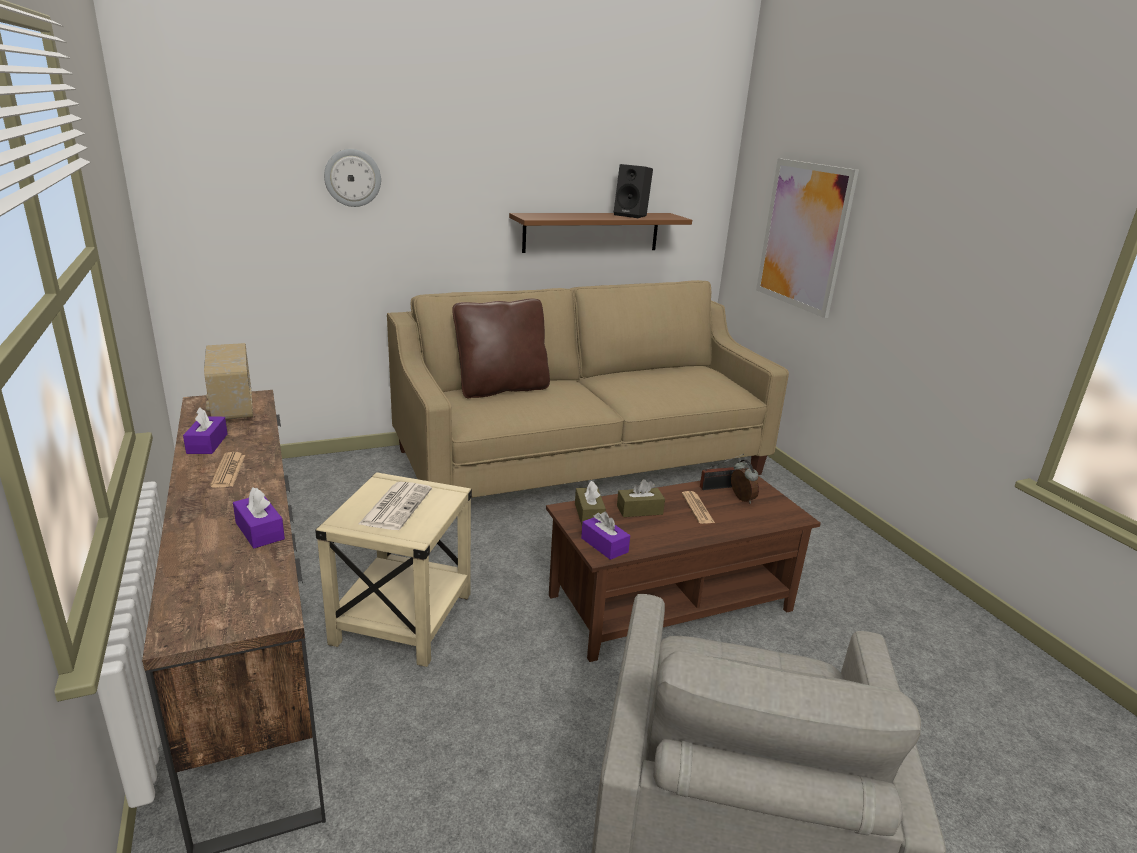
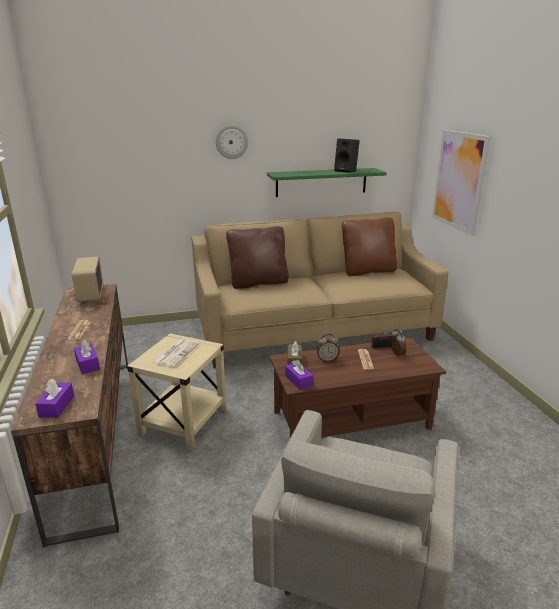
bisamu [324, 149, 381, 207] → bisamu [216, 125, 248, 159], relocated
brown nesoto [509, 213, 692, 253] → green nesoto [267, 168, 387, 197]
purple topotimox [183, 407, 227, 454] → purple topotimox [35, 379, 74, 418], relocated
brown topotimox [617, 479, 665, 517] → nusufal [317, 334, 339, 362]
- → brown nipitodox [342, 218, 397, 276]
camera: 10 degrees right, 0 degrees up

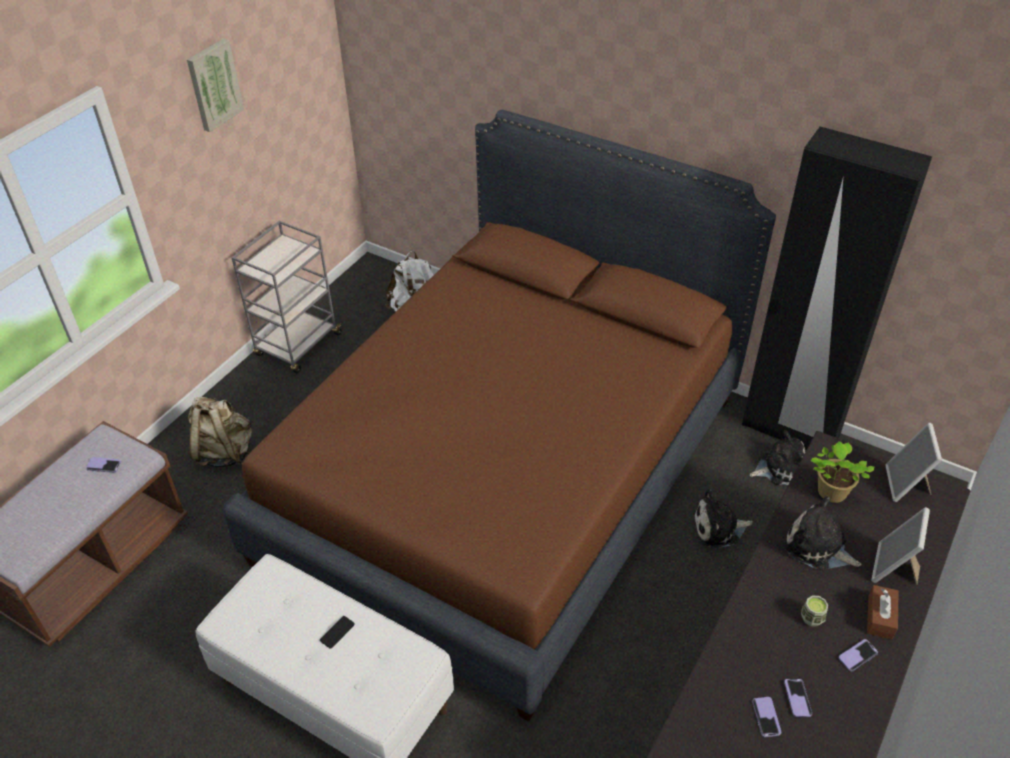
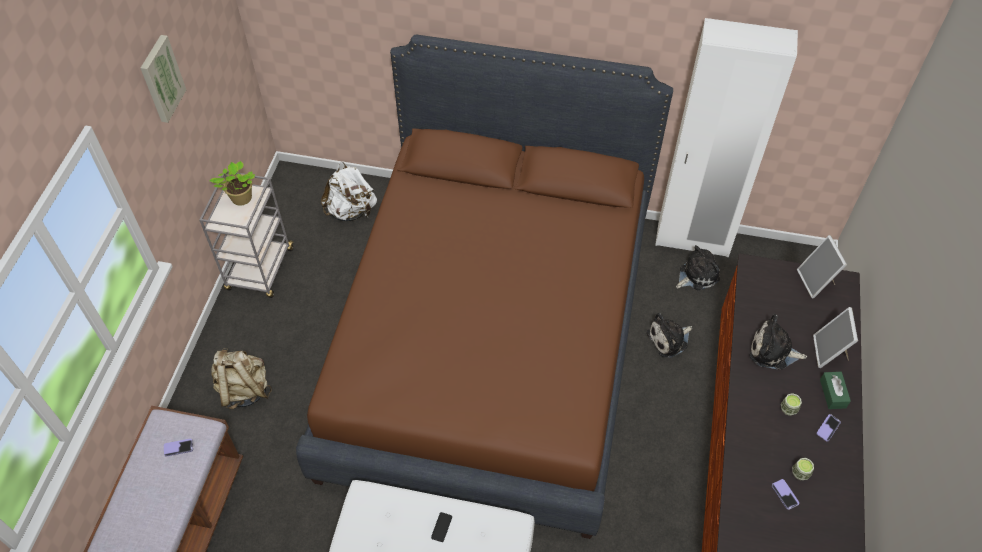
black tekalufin [742, 126, 932, 450] → white tekalufin [655, 18, 798, 257]
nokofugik [810, 441, 874, 503] → nokofugik [210, 161, 255, 205], relocated
brown topotimox [867, 585, 898, 639] → green topotimox [820, 372, 851, 409]
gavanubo [784, 679, 812, 717] → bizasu [792, 458, 814, 481]
camera: 20 degrees left, 10 degrees up

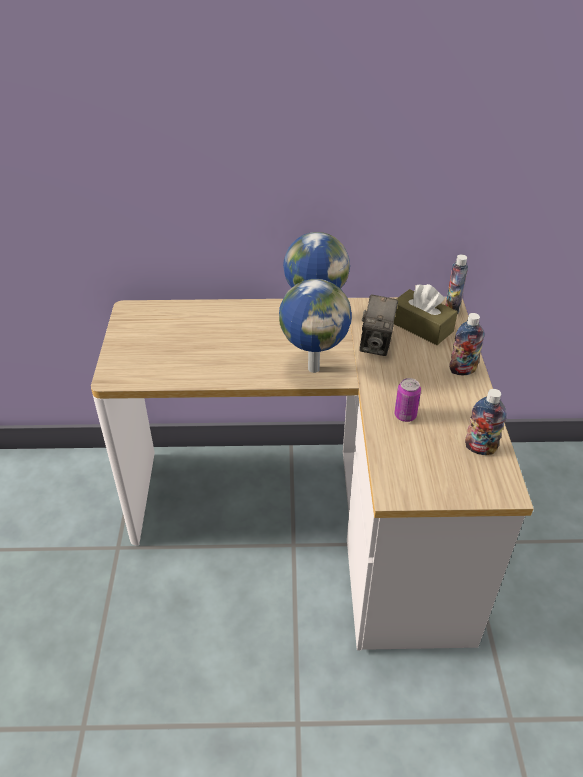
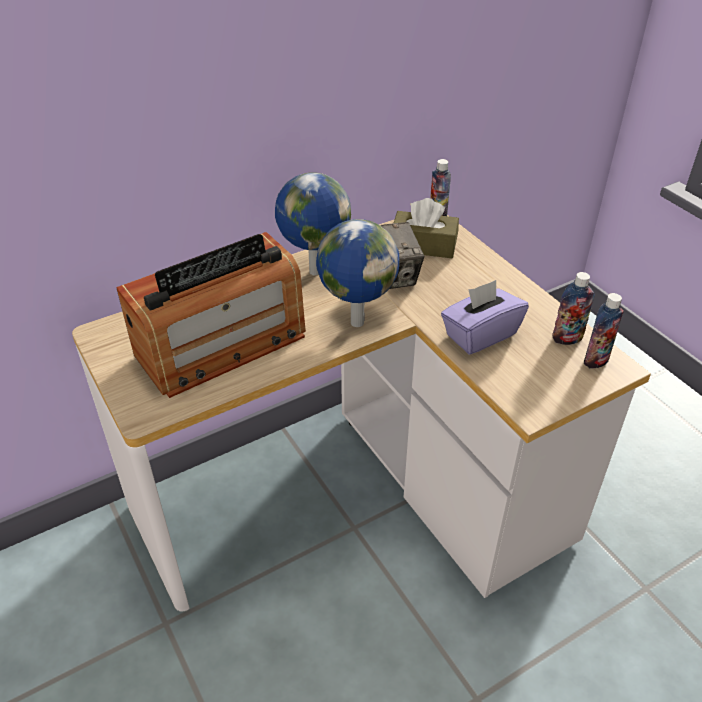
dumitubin [449, 313, 485, 375] → dumitubin [584, 293, 624, 369], relocated
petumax [394, 378, 421, 422] → purple topotimox [441, 280, 529, 354]
- → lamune [116, 232, 306, 398]
camera: 30 degrees left, 0 degrees up

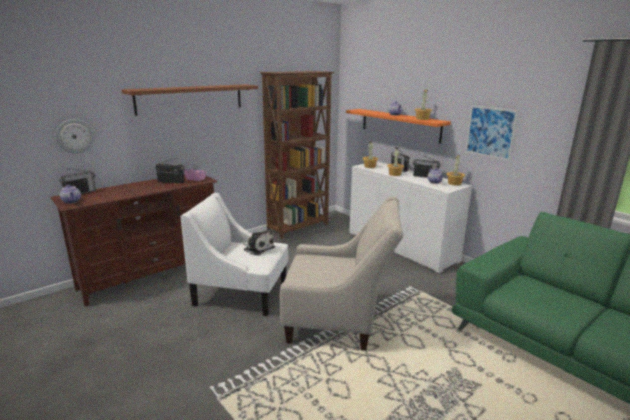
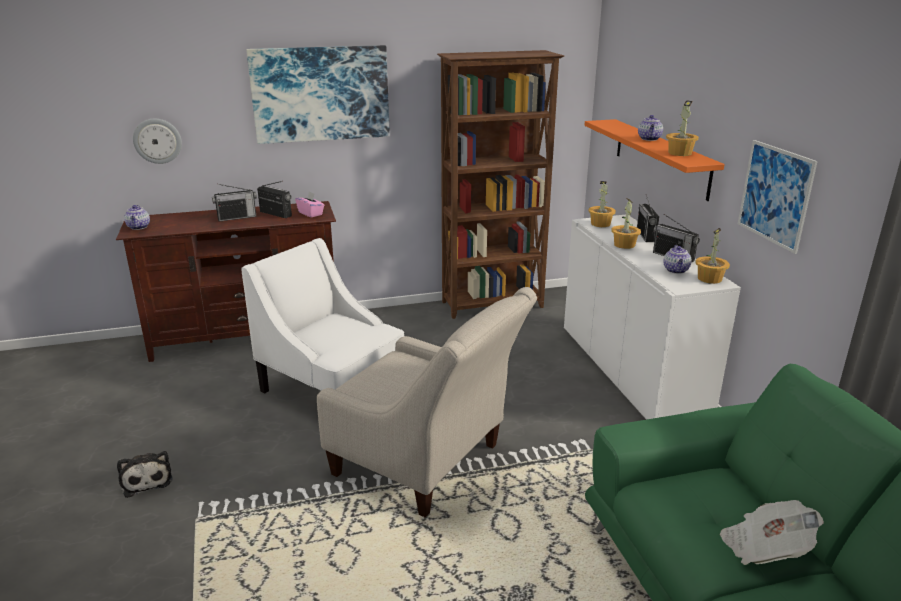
brown nesoto [121, 84, 258, 116] → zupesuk [246, 45, 390, 144]
lamune [59, 168, 96, 194] → lamune [212, 184, 257, 222], relocated
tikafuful [243, 228, 275, 255] → tikafuful [117, 451, 173, 498], relocated
- → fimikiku [720, 500, 824, 565]
camera: 25 degrees right, 5 degrees up

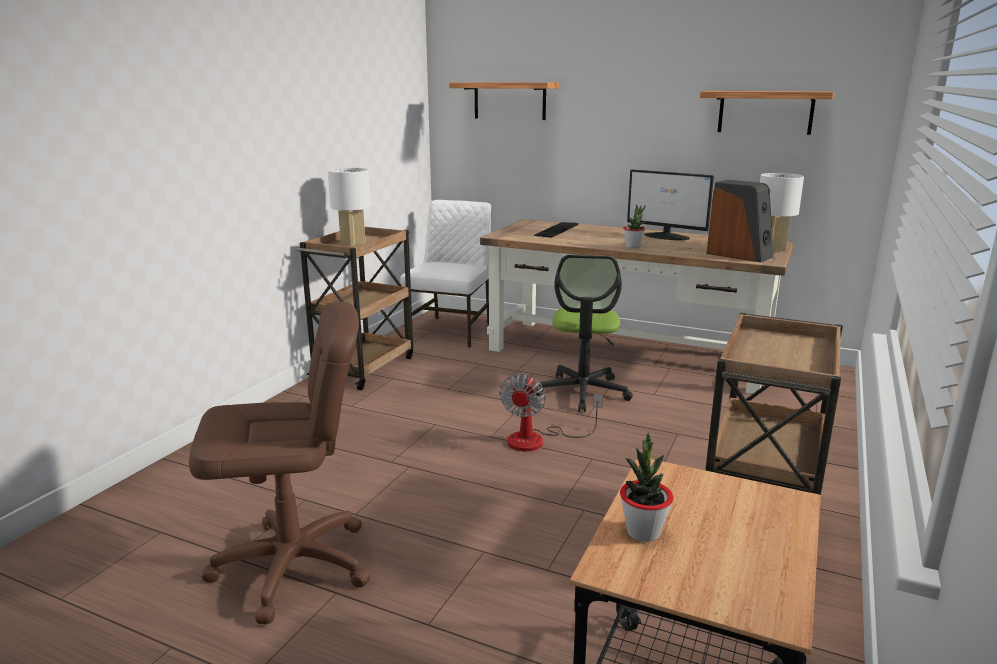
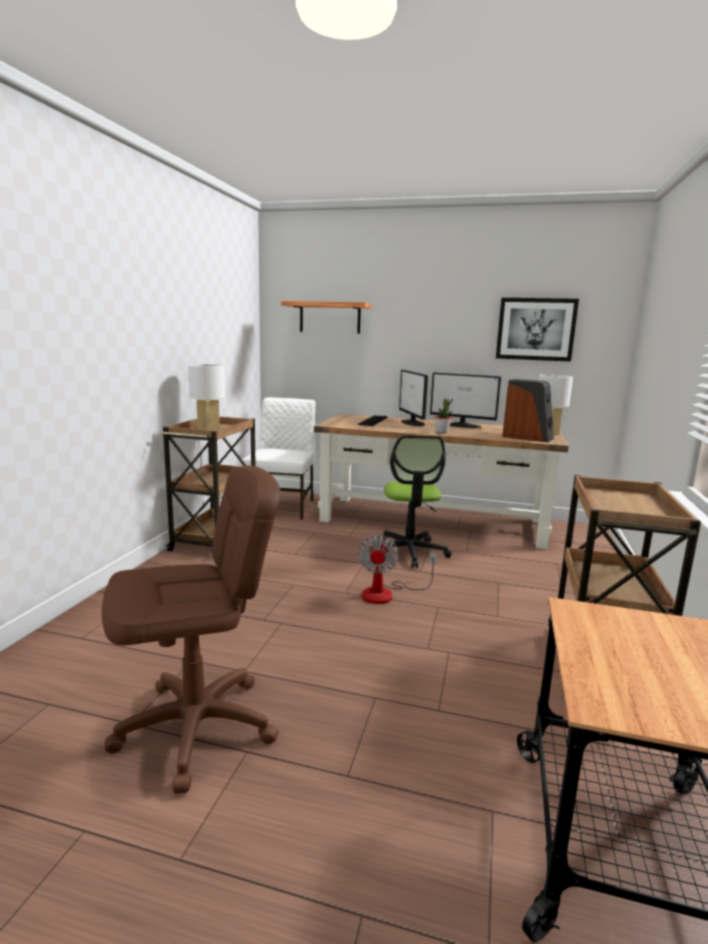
nesoto [700, 91, 834, 135] → zupesuk [496, 298, 579, 362]
nokofugik [620, 432, 674, 542] → -
- → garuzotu [399, 370, 428, 426]
camera: 10 degrees left, 5 degrees down

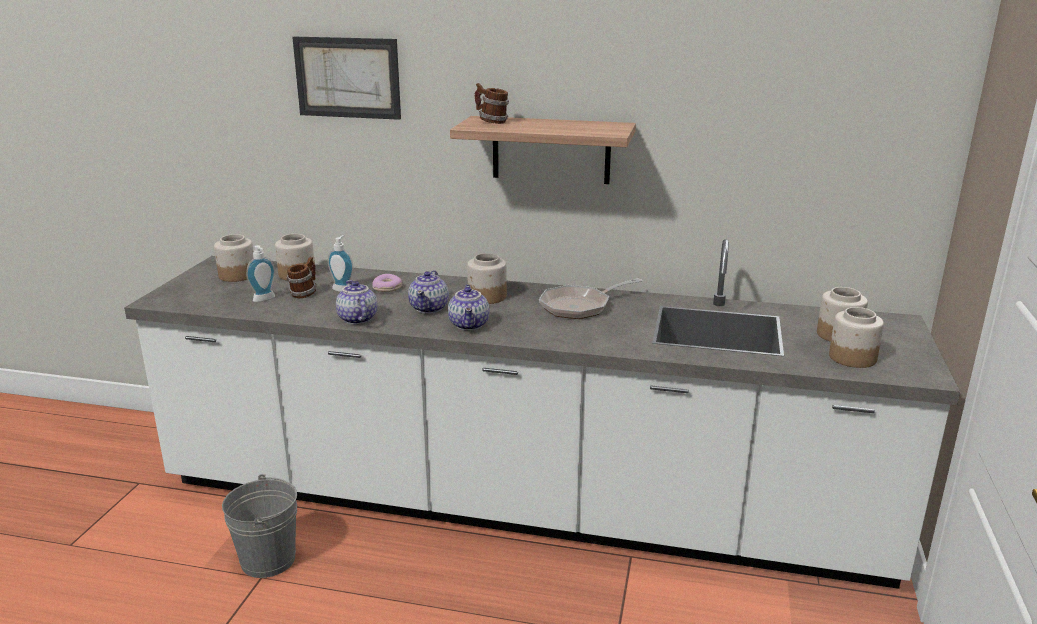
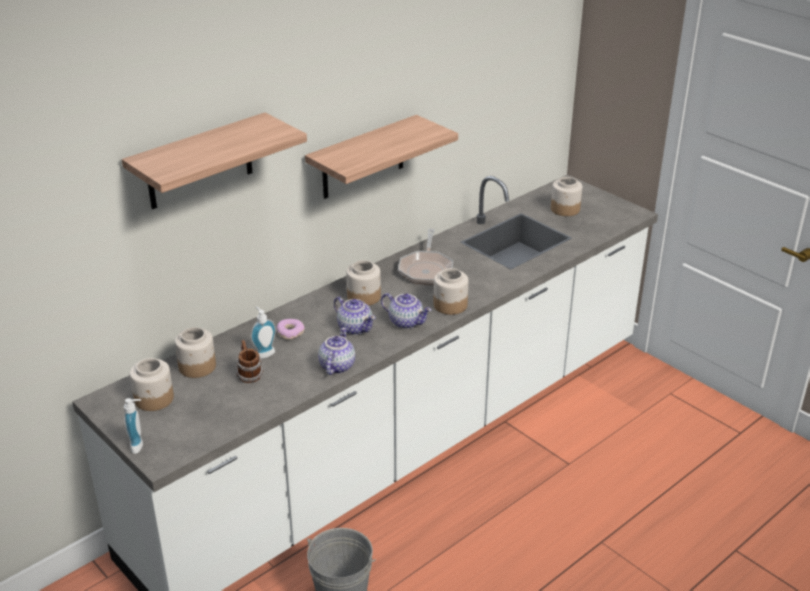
zupesuk [292, 37, 401, 120] → nesoto [122, 113, 307, 209]
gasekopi [475, 83, 509, 124] → -
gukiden [246, 245, 275, 302] → gukiden [124, 398, 143, 454], relocated
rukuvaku [336, 280, 377, 324] → rukuvaku [318, 327, 355, 375], 90 degrees clockwise
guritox [829, 307, 884, 368] → guritox [434, 268, 469, 315], relocated
camera: 55 degrees left, 10 degrees up

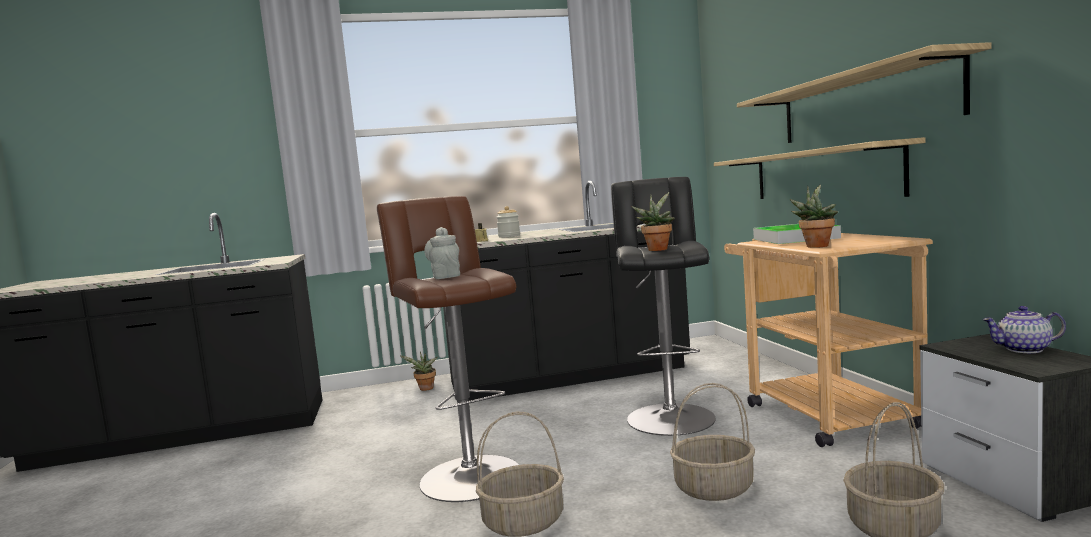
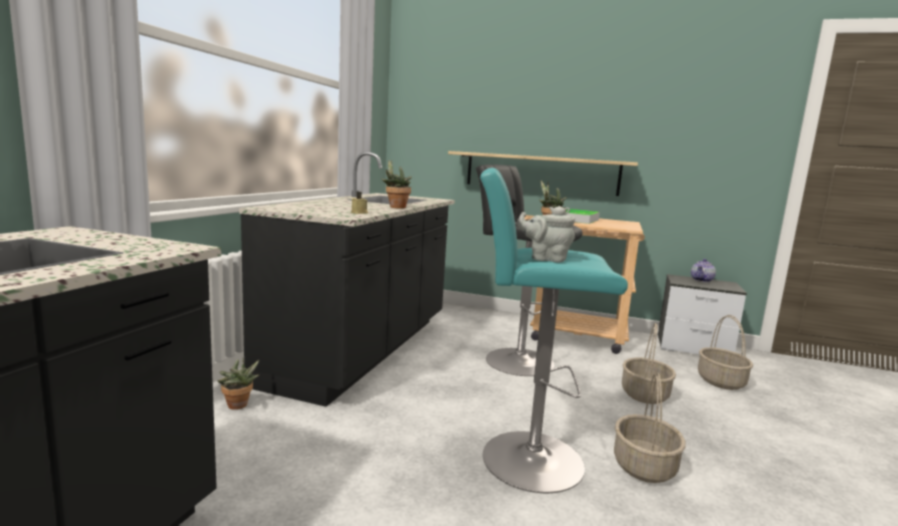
nesoto [737, 42, 991, 143] → -
nokofugik [790, 184, 838, 248] → nokofugik [382, 160, 412, 209], relocated
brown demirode [377, 196, 519, 502] → turquoise demirode [480, 168, 628, 493]
guritox [496, 206, 520, 238] → -
camera: 60 degrees left, 5 degrees up

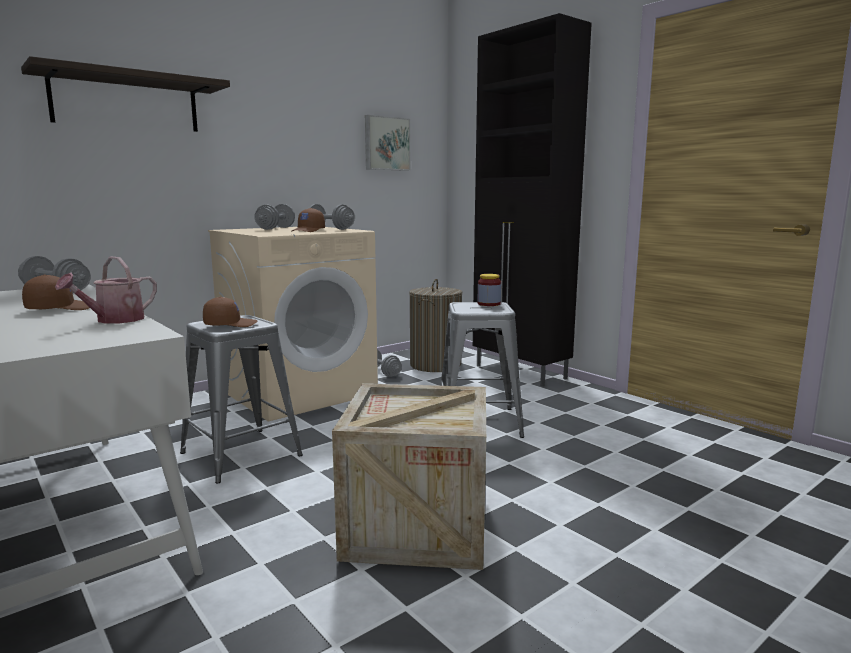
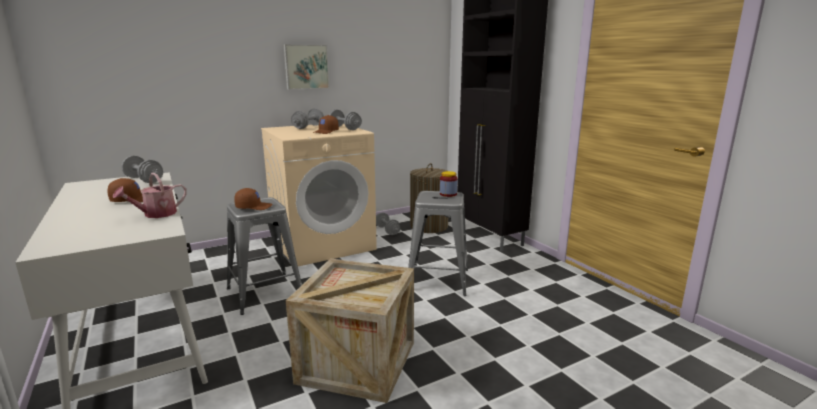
nesoto [21, 56, 230, 132] → -
zupesuk [365, 115, 411, 171] → zupesuk [283, 44, 329, 90], relocated
camera: 10 degrees right, 5 degrees up

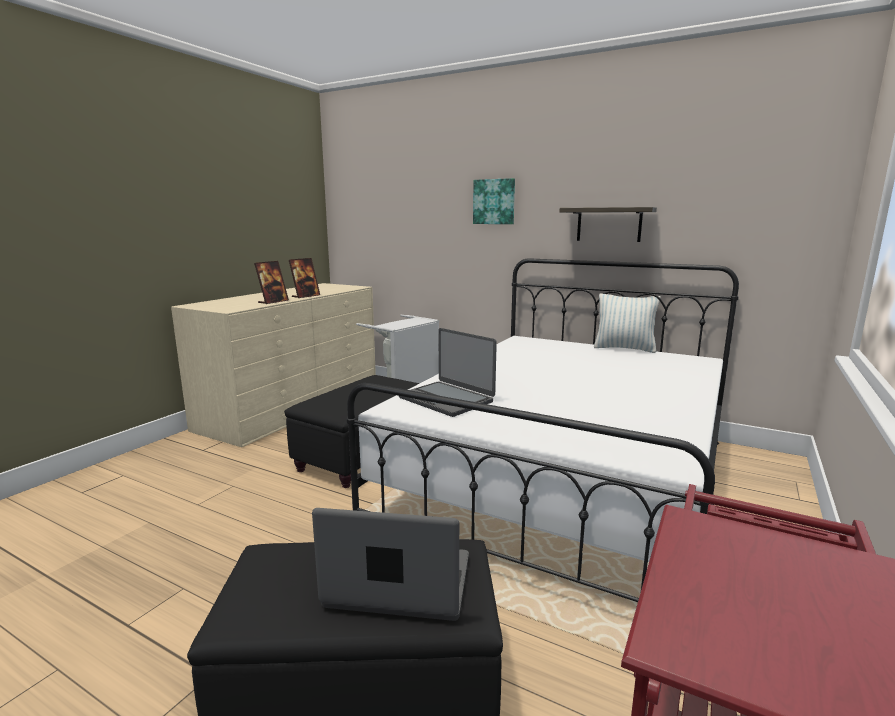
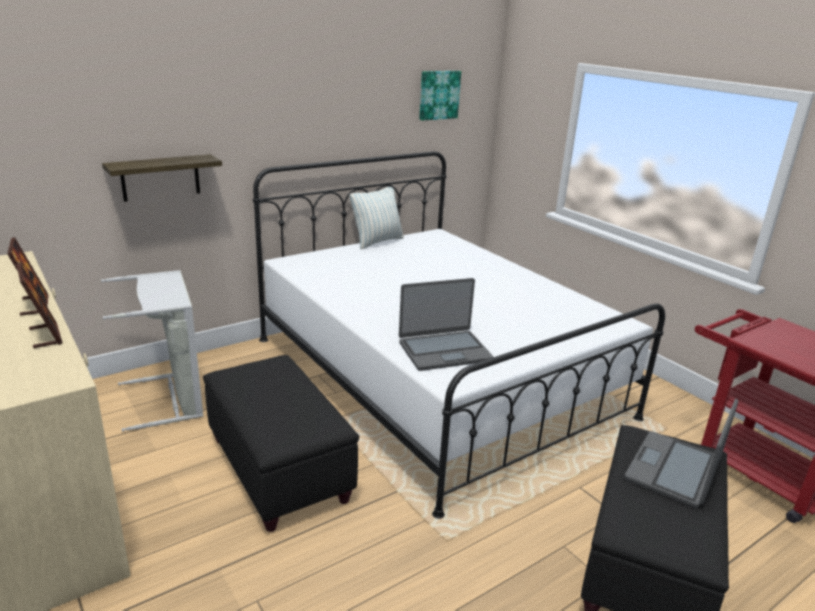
zupesuk [473, 178, 515, 224] → zupesuk [419, 71, 461, 121], relocated
nesoto [559, 207, 657, 242] → nesoto [102, 154, 222, 202], relocated
camera: 65 degrees left, 10 degrees up

